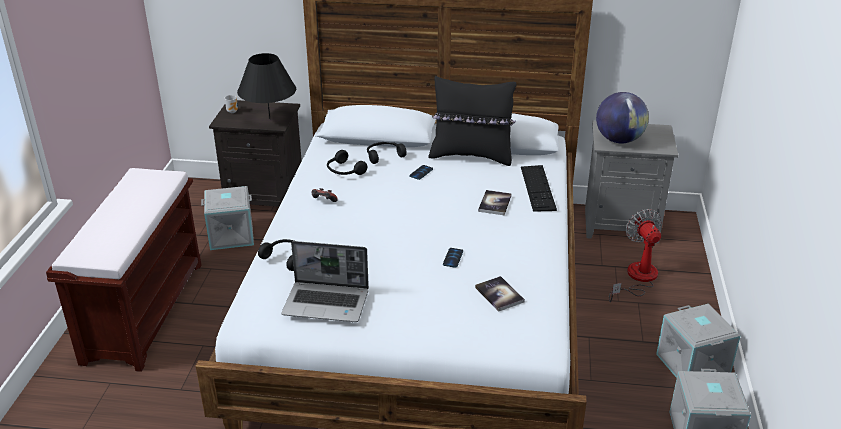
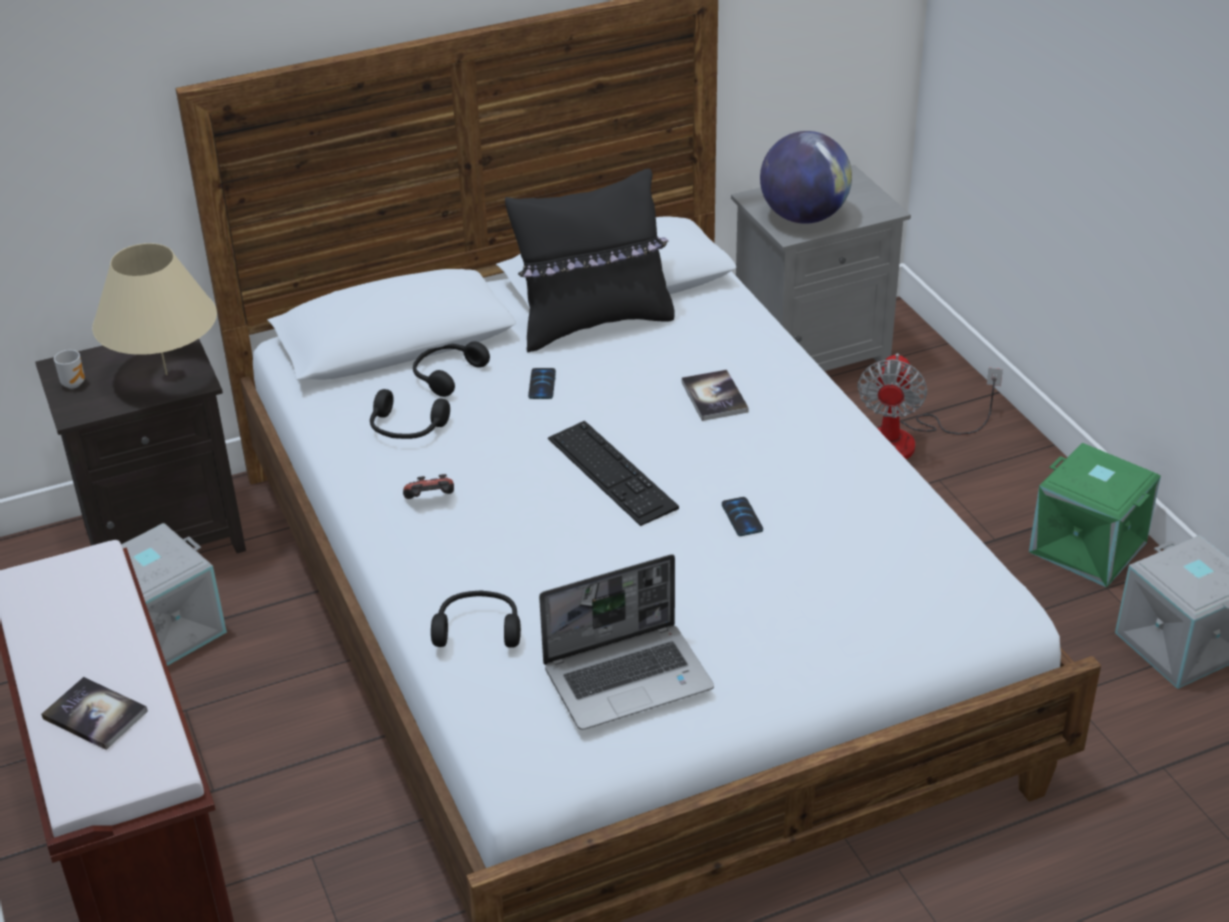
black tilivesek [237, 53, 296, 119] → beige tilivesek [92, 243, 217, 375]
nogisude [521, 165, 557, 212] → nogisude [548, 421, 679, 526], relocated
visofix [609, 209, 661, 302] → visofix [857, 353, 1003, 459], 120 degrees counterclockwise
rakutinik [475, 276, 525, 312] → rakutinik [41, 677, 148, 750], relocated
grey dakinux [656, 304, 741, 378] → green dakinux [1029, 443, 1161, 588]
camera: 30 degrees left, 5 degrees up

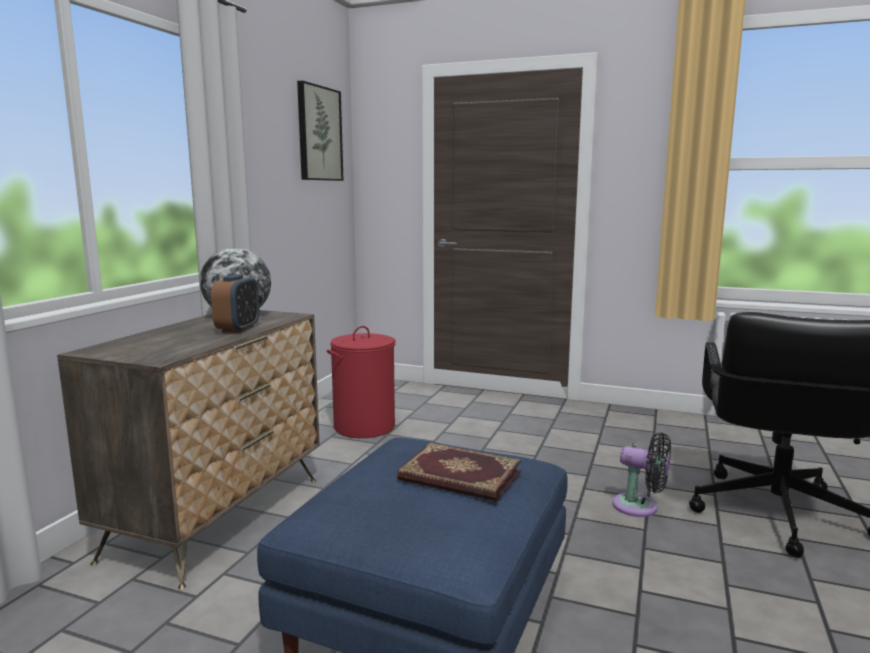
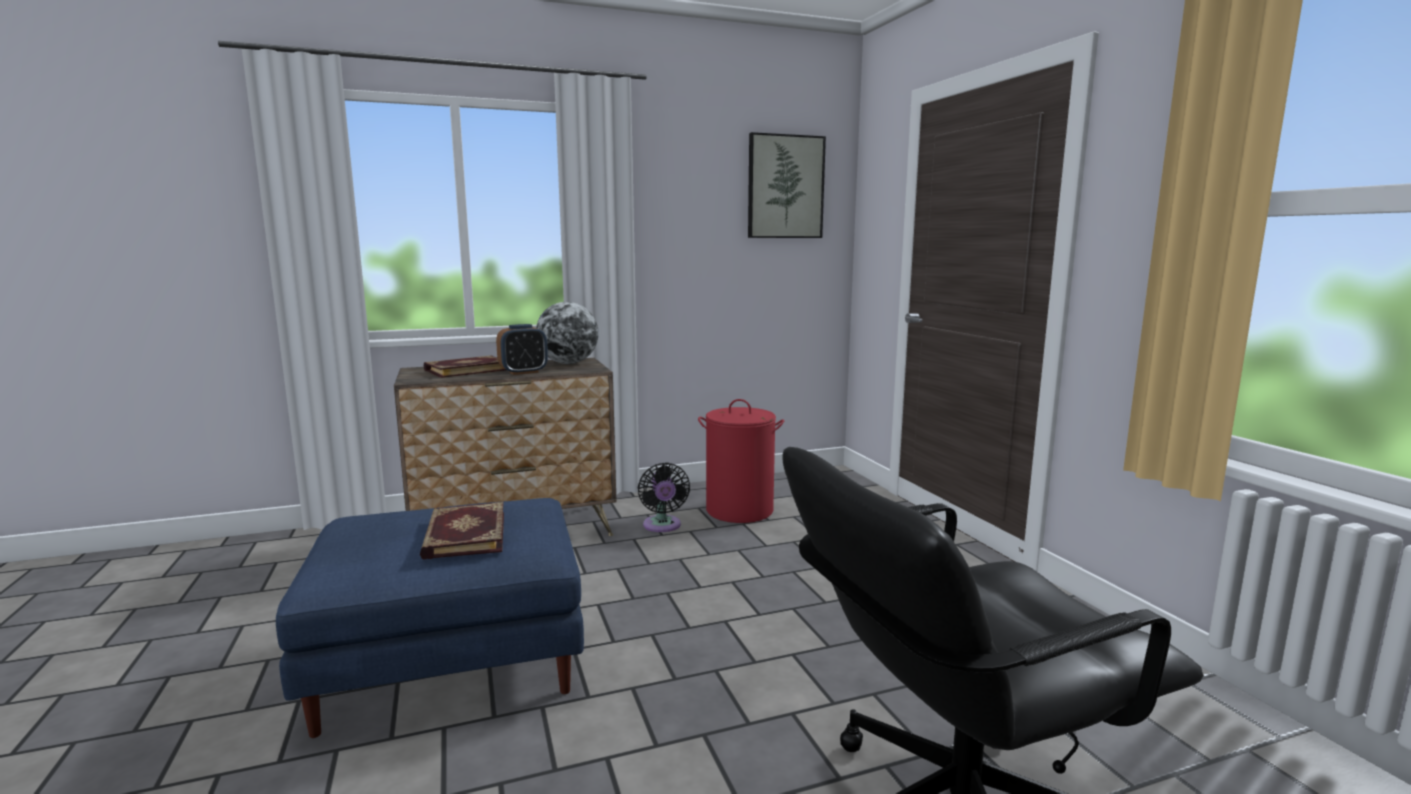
black visofix [612, 432, 671, 517] → black visofix [638, 462, 690, 532], relocated
- → rakutinik [424, 355, 506, 378]
camera: 50 degrees right, 0 degrees up

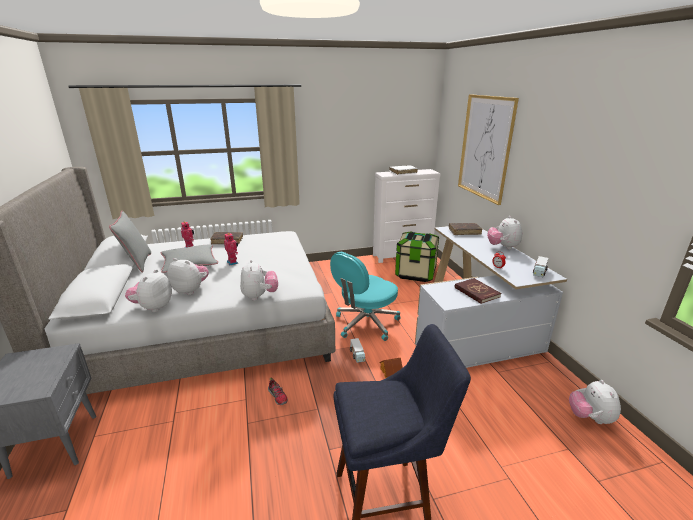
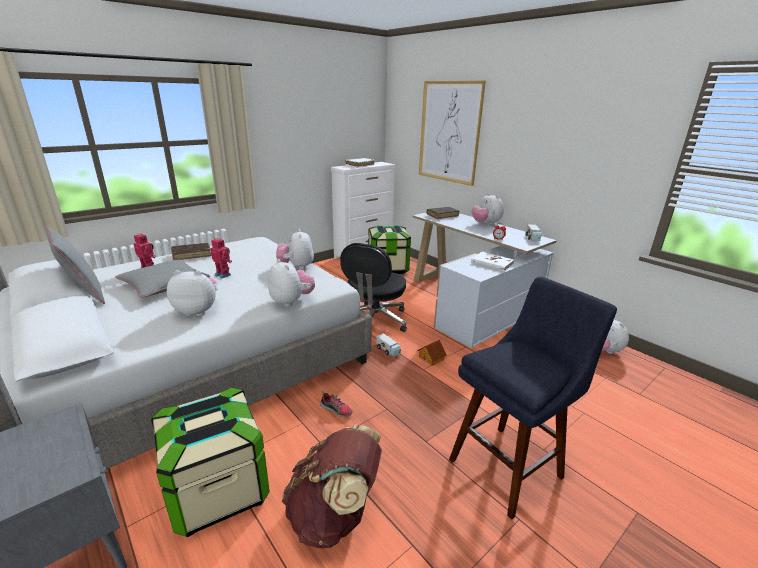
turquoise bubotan [330, 252, 401, 341] → black bubotan [340, 243, 407, 332]
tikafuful [125, 269, 172, 312] → tikafuful [276, 229, 314, 269], relocated
red rakutinik [455, 278, 501, 304] → white rakutinik [471, 252, 514, 271]
- → dakinux [151, 387, 270, 537]
- → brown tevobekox [282, 425, 382, 548]
camera: 25 degrees left, 0 degrees up

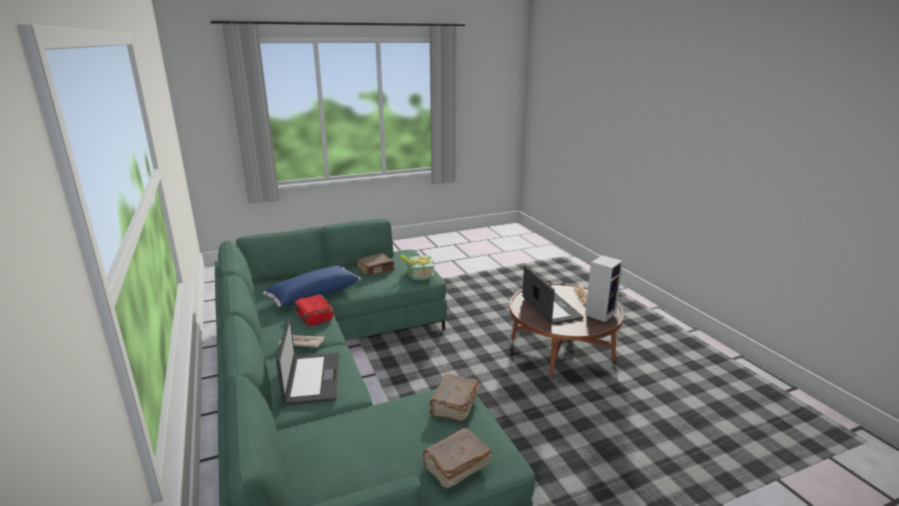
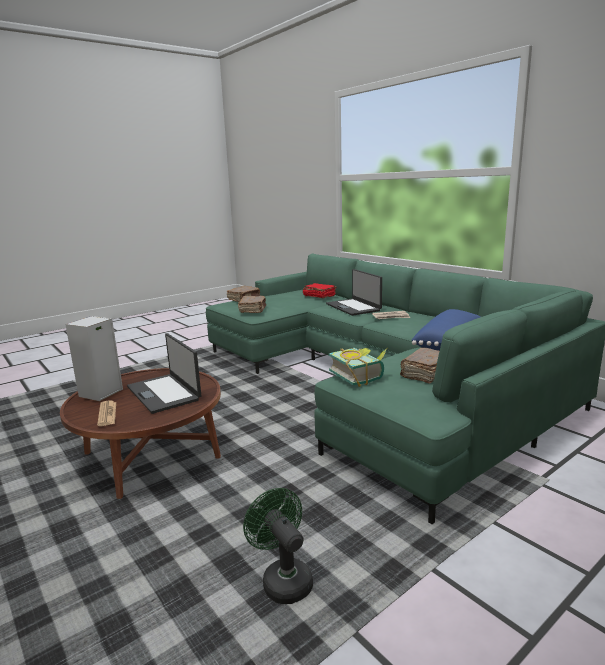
red rakutinik [294, 295, 334, 326] → red rakutinik [303, 283, 337, 298], relocated
- → green visofix [243, 488, 313, 604]
camera: 165 degrees right, 5 degrees down

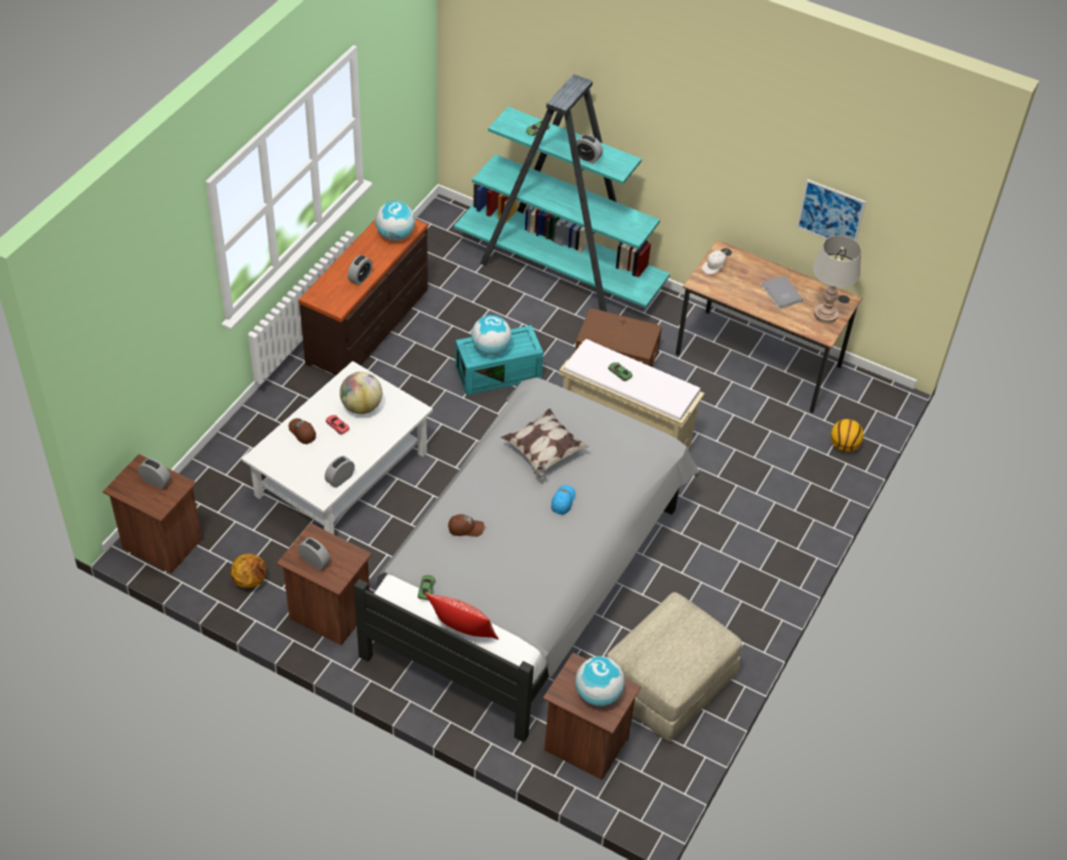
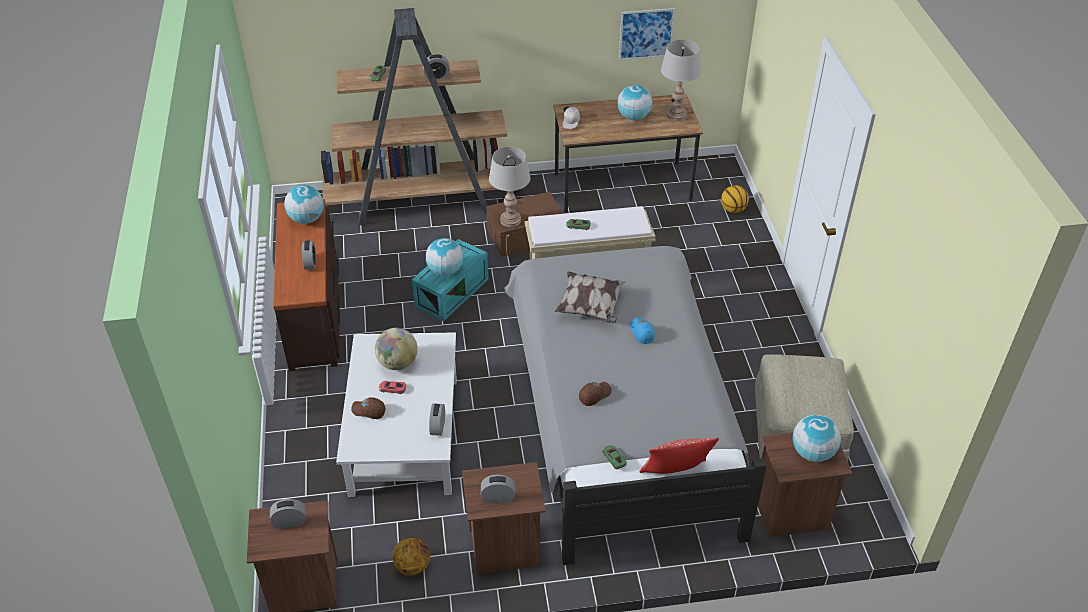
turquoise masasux [454, 74, 670, 312] → brown masasux [321, 8, 512, 226]
grey rakutinik [761, 275, 803, 309] → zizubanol [617, 85, 652, 120]
- → grey tilivesek [489, 147, 531, 227]
camera: 35 degrees left, 5 degrees down

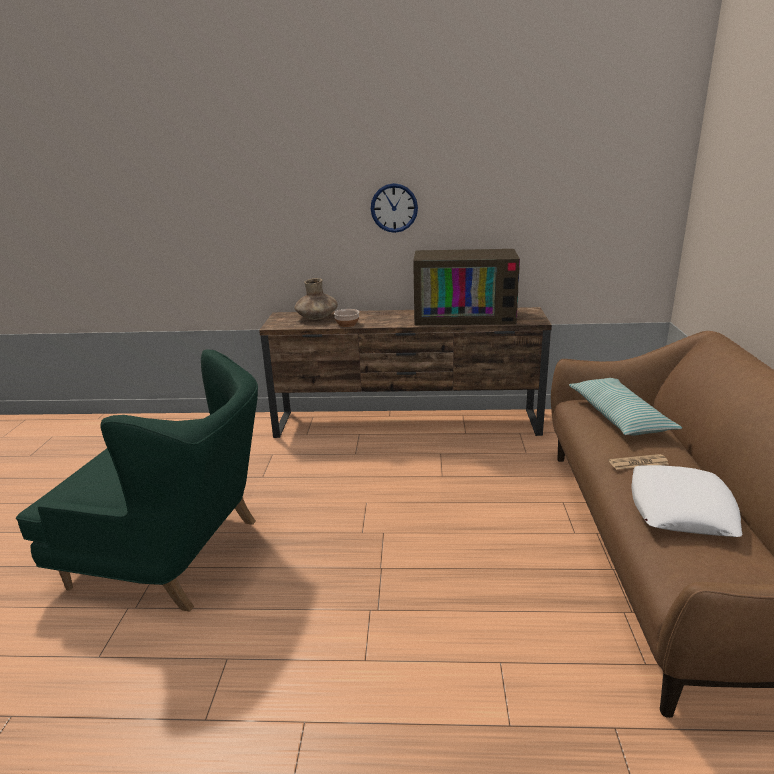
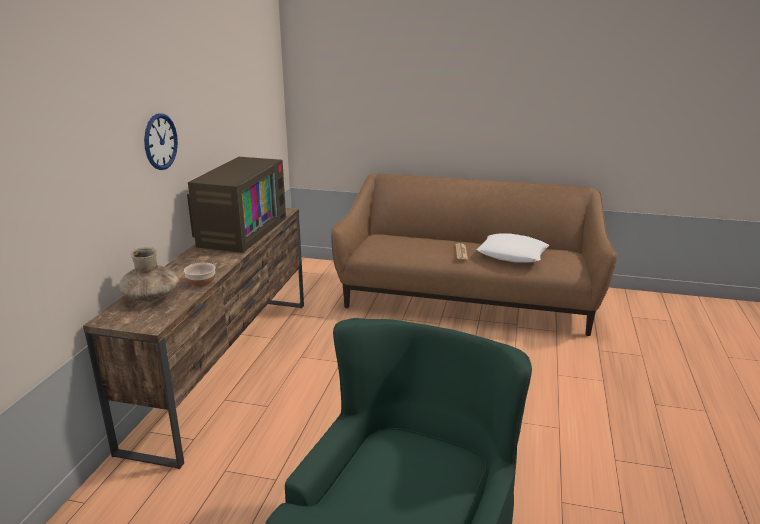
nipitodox [569, 378, 682, 435] → -
camera: 80 degrees left, 0 degrees up

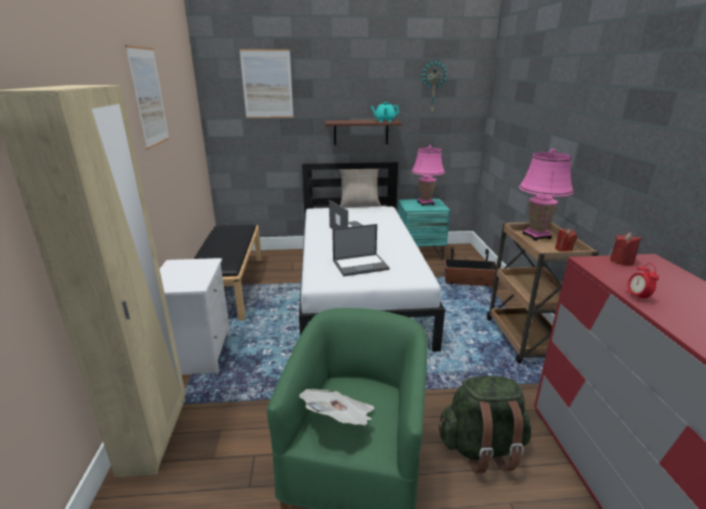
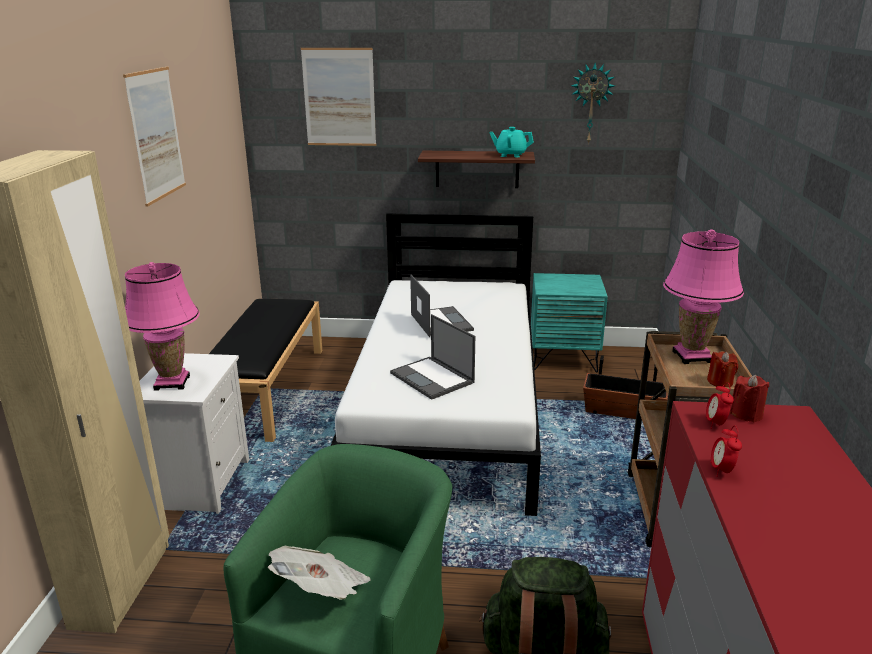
pink tilivesek [411, 145, 445, 206] → pink tilivesek [125, 262, 200, 391], relocated
beige nipitodox [339, 169, 381, 207] → -
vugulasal [332, 224, 390, 277] → vugulasal [390, 314, 475, 400], 60 degrees clockwise
- → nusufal [706, 382, 734, 429]
camera: 10 degrees right, 0 degrees up

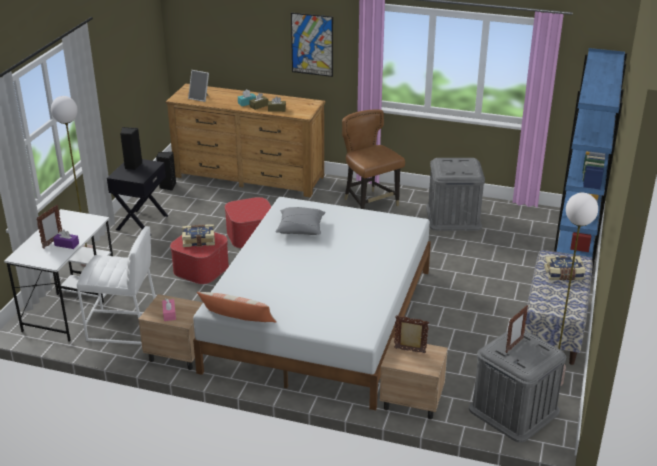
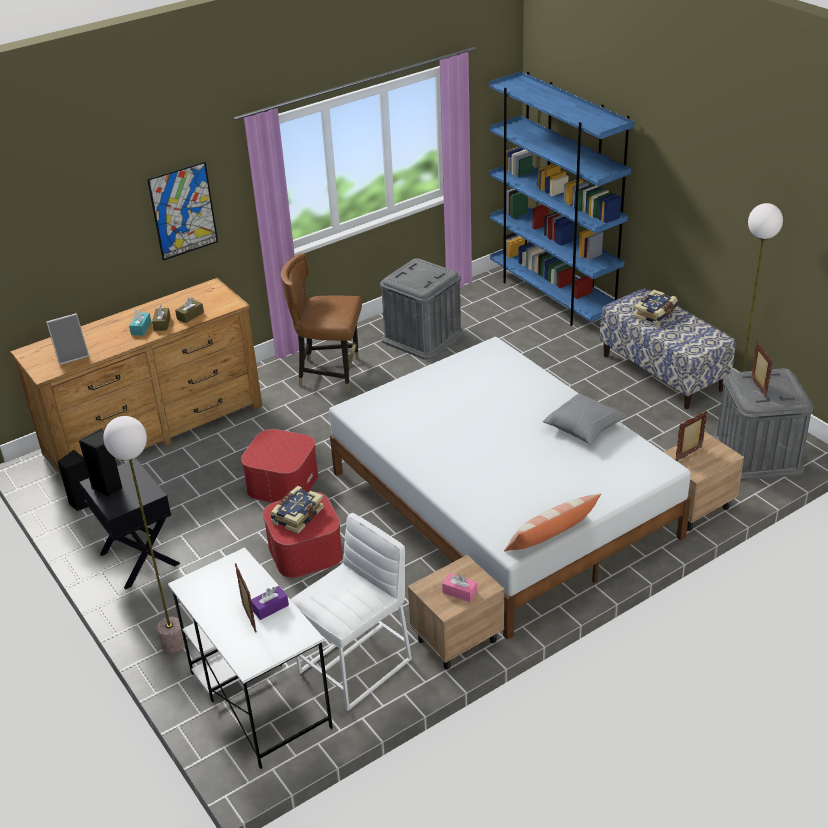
grey nipitodox [276, 207, 326, 235] → grey nipitodox [543, 394, 627, 444], relocated
camera: 50 degrees left, 5 degrees up

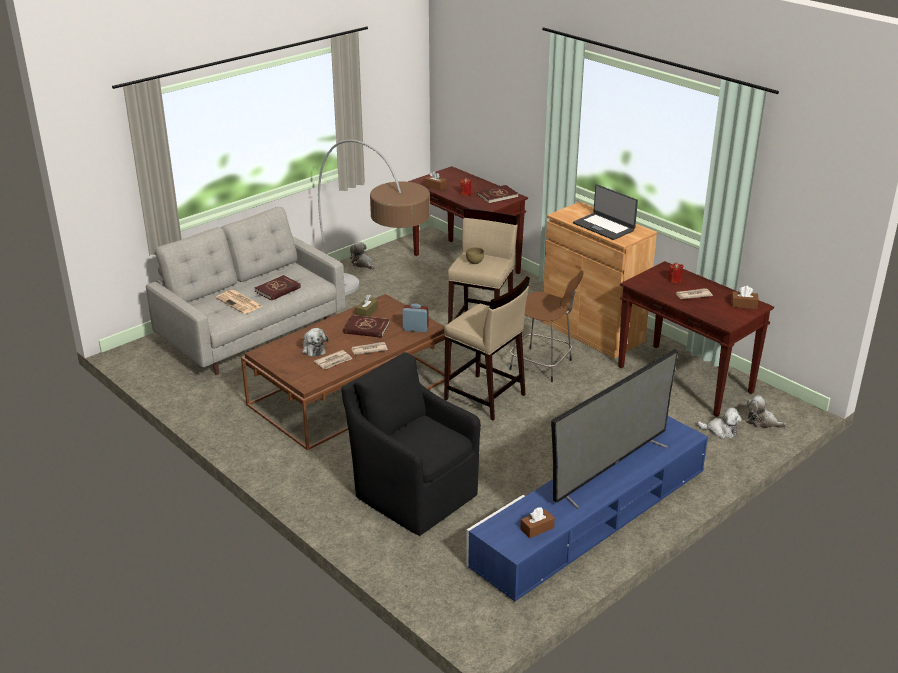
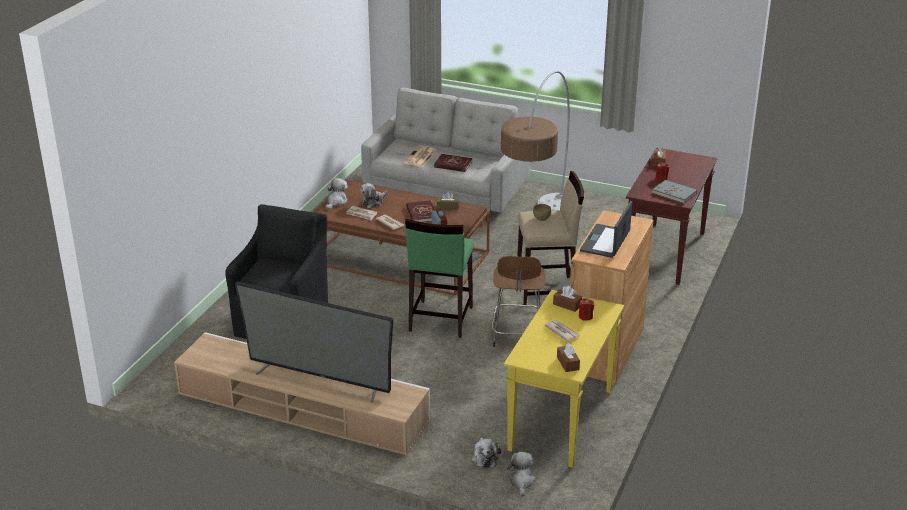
red rakutinik [477, 185, 518, 204] → grey rakutinik [652, 180, 697, 204]
tikafuful [350, 242, 374, 269] → tikafuful [326, 178, 348, 210], relocated
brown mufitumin [618, 261, 774, 417] → yellow mufitumin [504, 290, 624, 468]
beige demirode [444, 276, 530, 420] → green demirode [405, 219, 474, 338]
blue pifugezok [466, 416, 708, 601] → beige pifugezok [174, 332, 430, 455]
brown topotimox [520, 507, 555, 538] → brown topotimox [553, 286, 582, 312], relocated
camera: 65 degrees right, 0 degrees up

